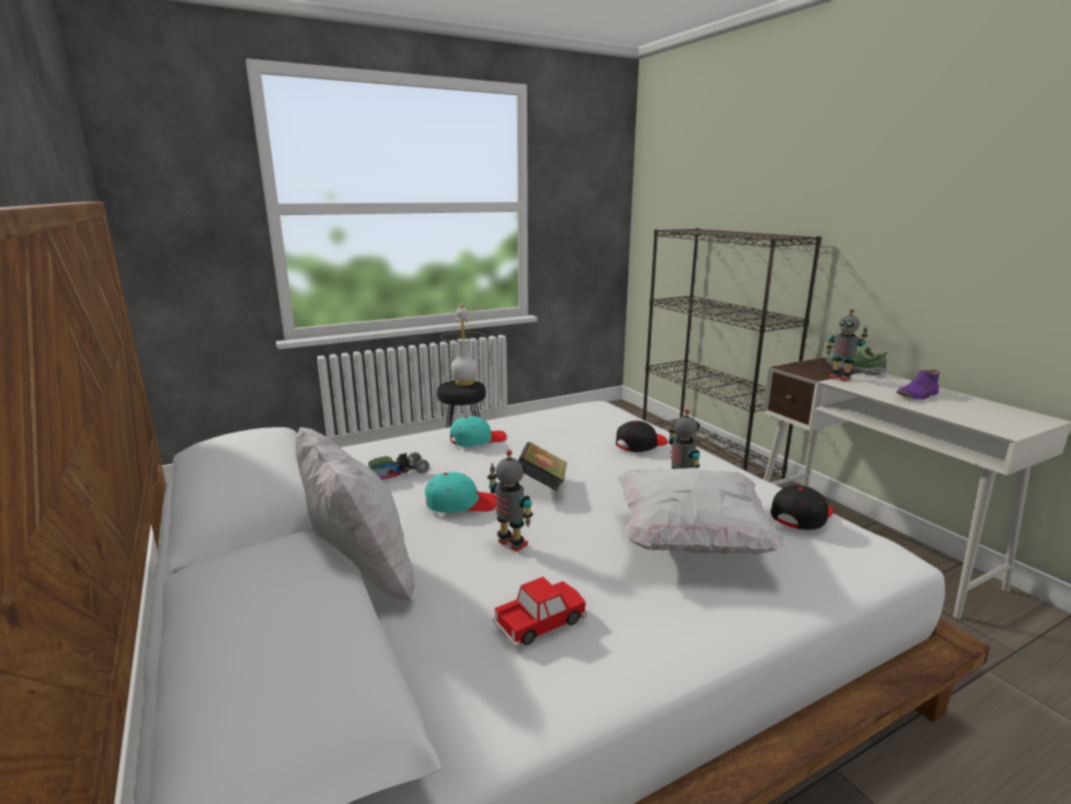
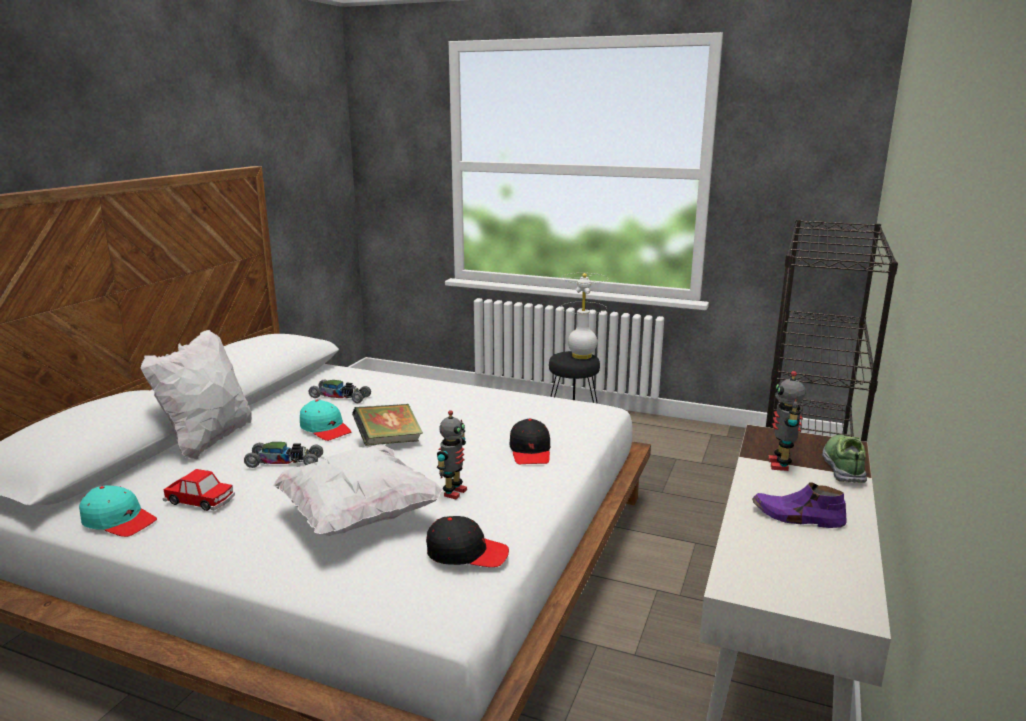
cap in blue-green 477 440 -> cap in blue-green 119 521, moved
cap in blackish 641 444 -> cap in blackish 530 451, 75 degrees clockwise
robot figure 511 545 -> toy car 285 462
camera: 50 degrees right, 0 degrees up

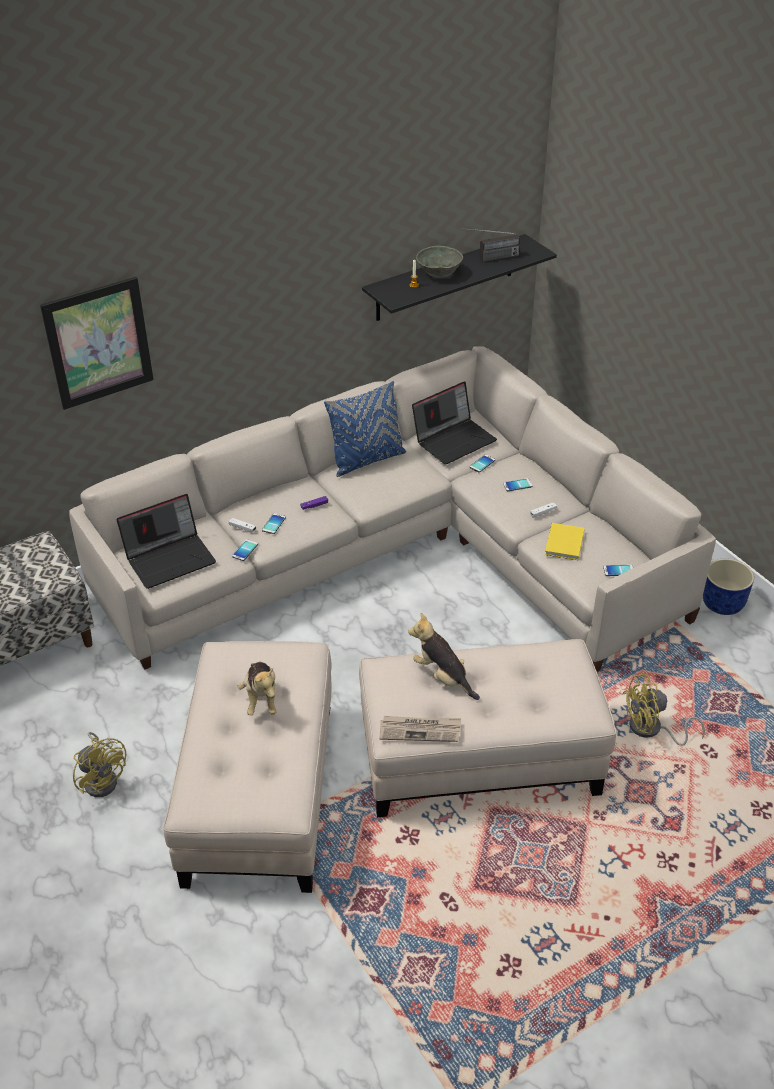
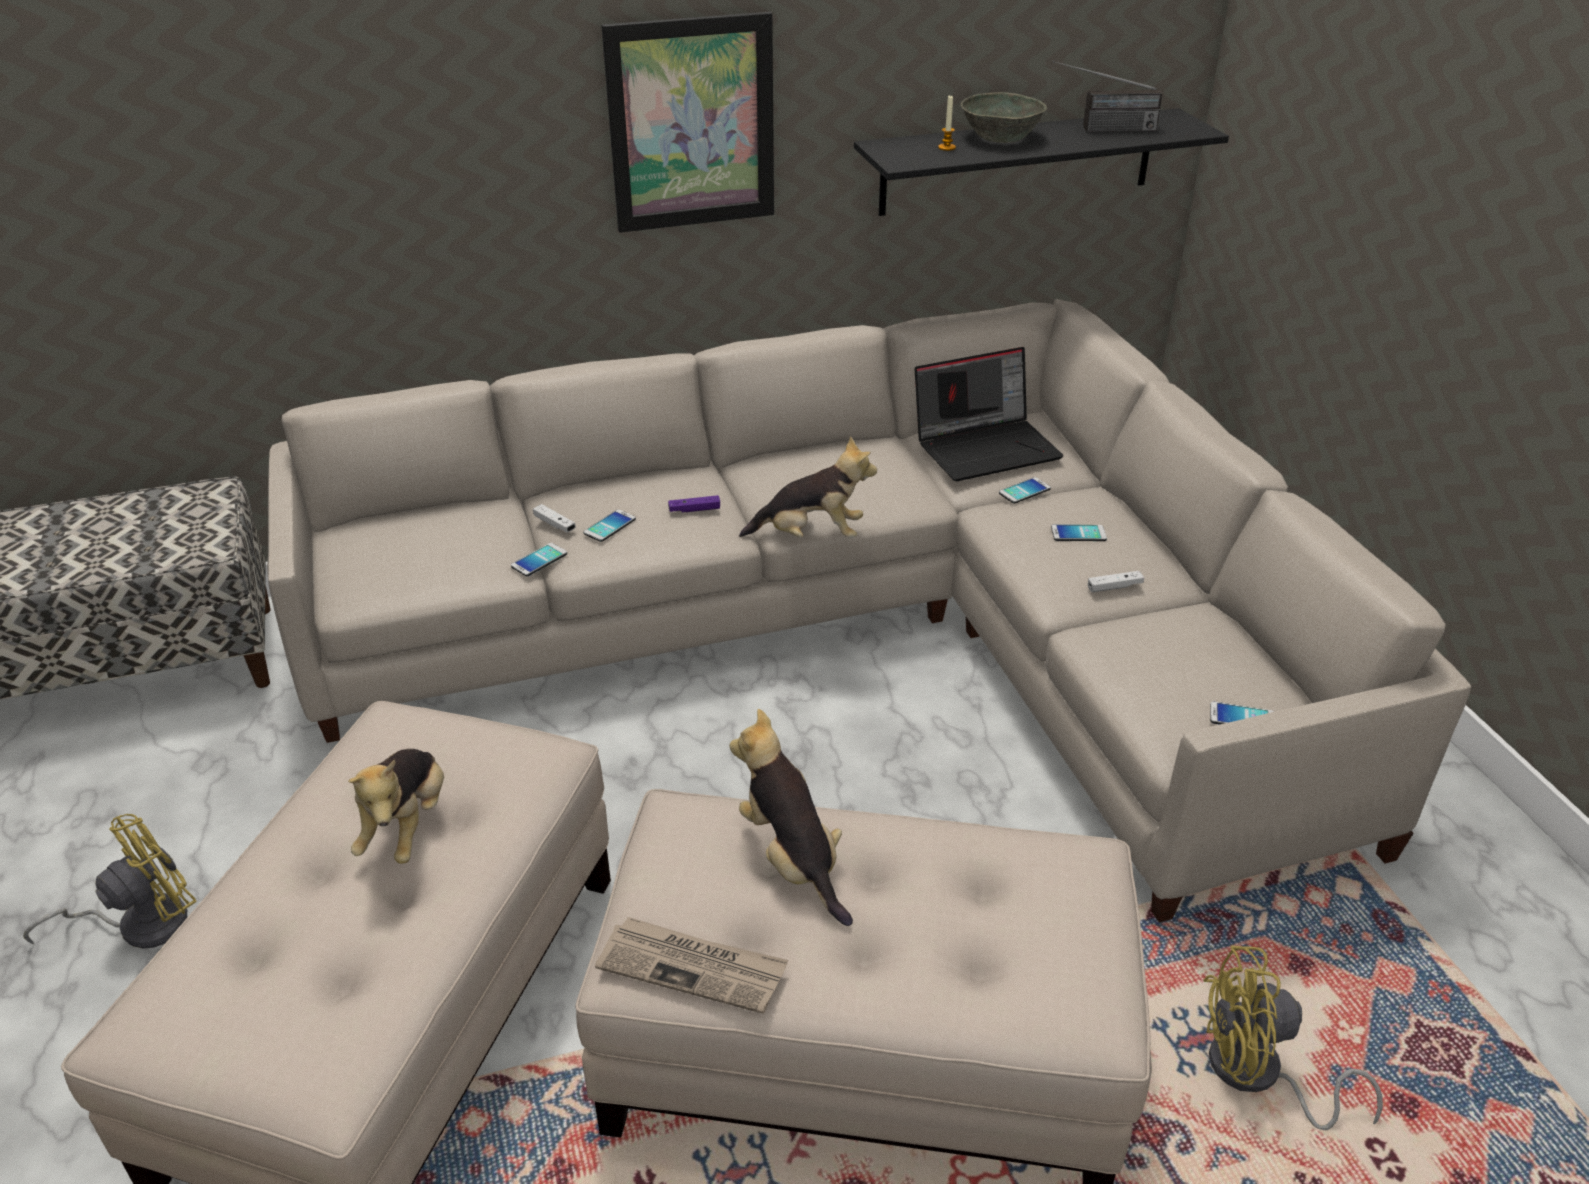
wall picture 98 343 -> wall picture 692 124, moved
cushion in blue-coloured 367 460 -> none
laptop 170 558 -> none
book in yellow-coloured 563 544 -> none
flower pot in blue-coloured 723 603 -> none
electric fan in yellow-coloured 103 778 -> electric fan in yellow-coloured 141 924, 105 degrees counterclockwise
none -> cuddly toy 811 535
camera: 15 degrees right, 5 degrees down

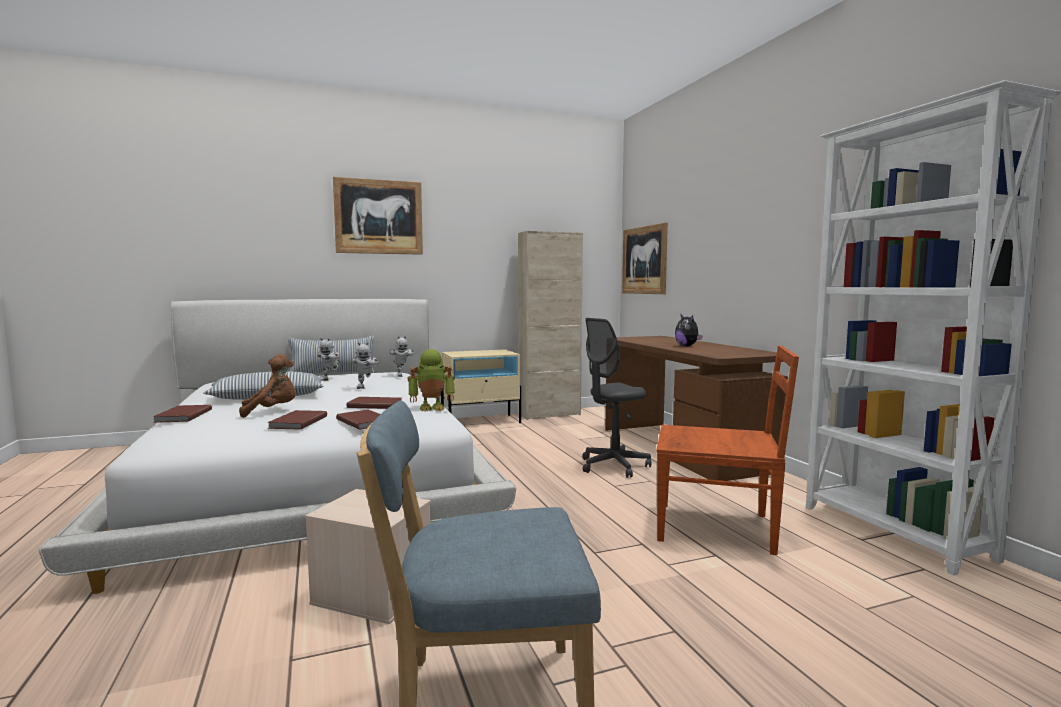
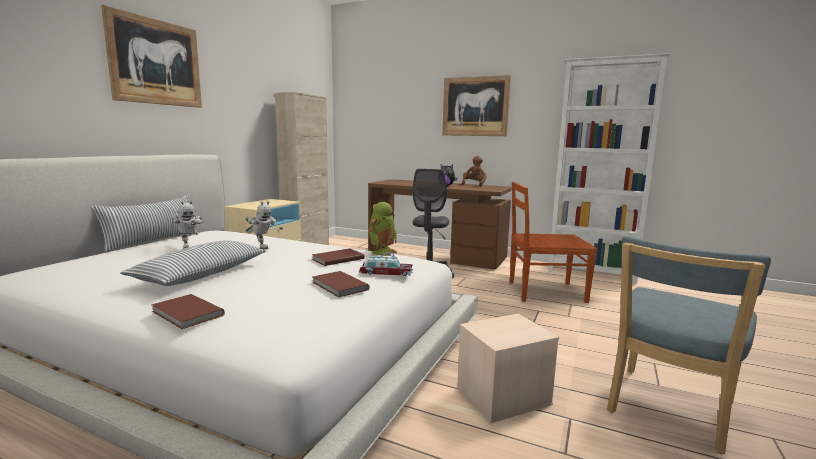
wall picture 644 260 -> wall picture 475 106, moved
robot figure 400 376 -> none
chair in brown-coloured 717 528 -> chair in brown-coloured 544 292, 150 degrees counterclockwise
cuddly toy in brown-coloured 272 411 -> cuddly toy in brown-coloured 474 185, moved
book in brown-coloured 364 421 -> toy car 385 272
camera: 45 degrees left, 5 degrees up

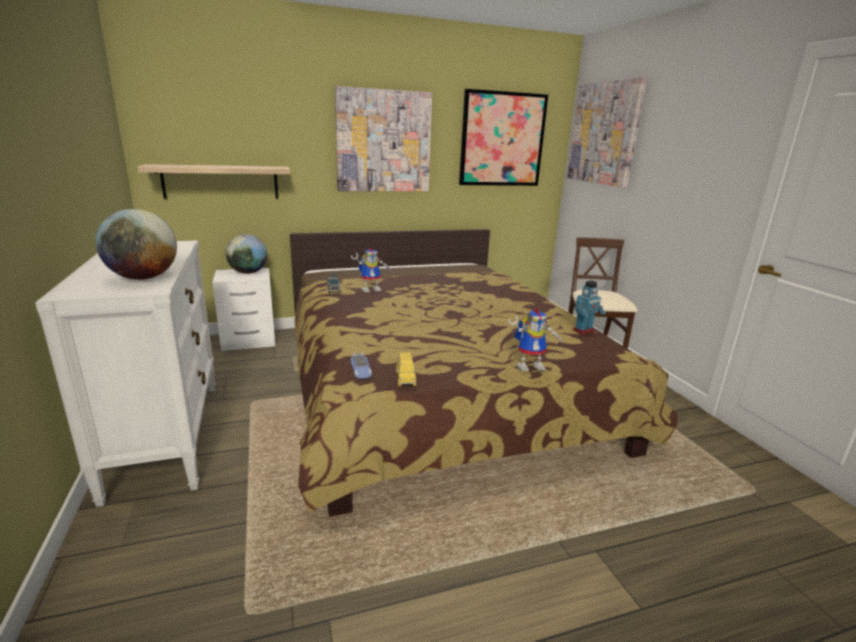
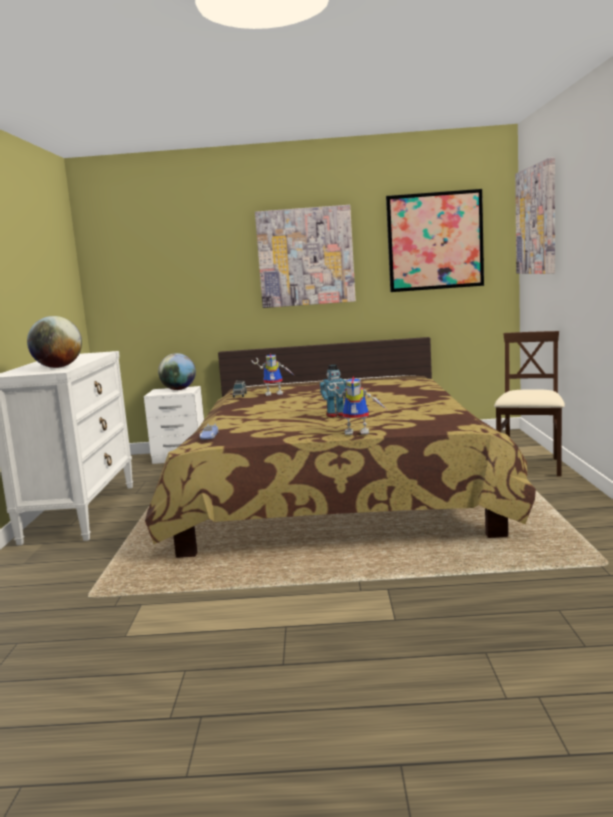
bracket shelf 221 182 -> none
robot figure 584 331 -> robot figure 336 415, moved
toy car in yellow-coloured 405 378 -> none
camera: 20 degrees right, 10 degrees down

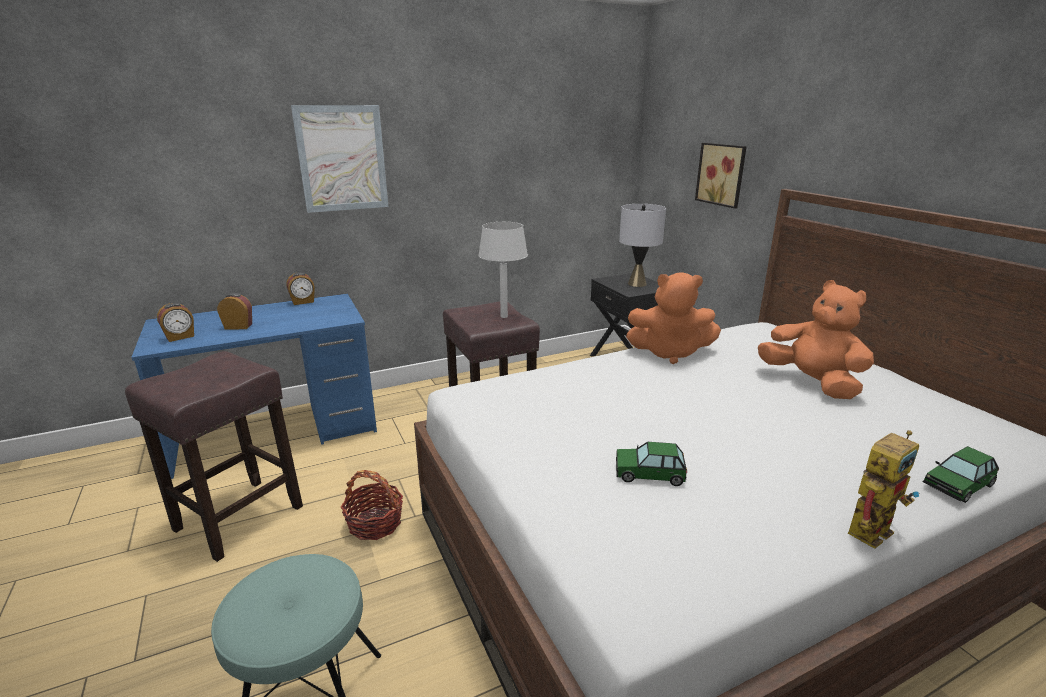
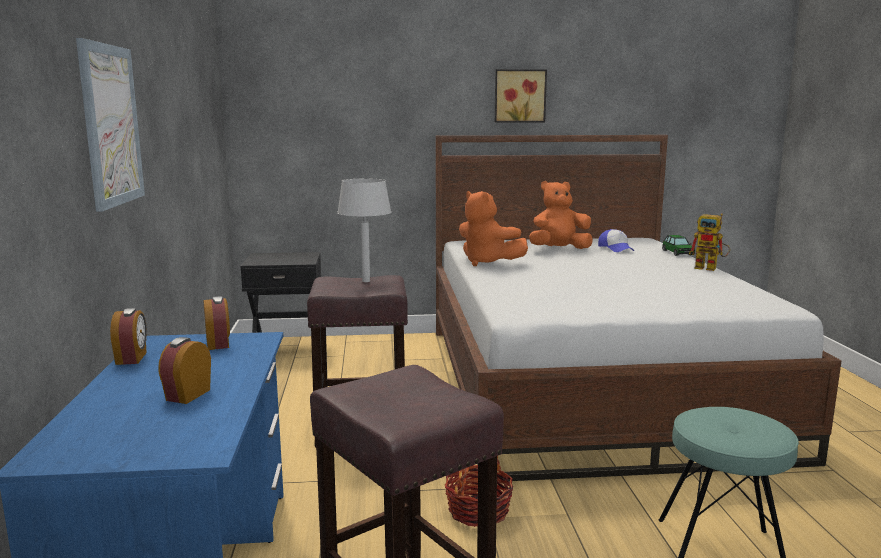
wall picture 722 174 -> wall picture 519 96, moved
lamp for a table in greyish 637 284 -> none
cuddly toy in orange 669 353 -> cuddly toy in orange 487 262, 105 degrees clockwise
bedside clock 180 337 -> bedside clock 218 344, moved
robot figure 870 526 -> robot figure 710 268, 135 degrees clockwise
toy car 649 473 -> none
none -> cap 616 248
camera: 70 degrees left, 10 degrees down

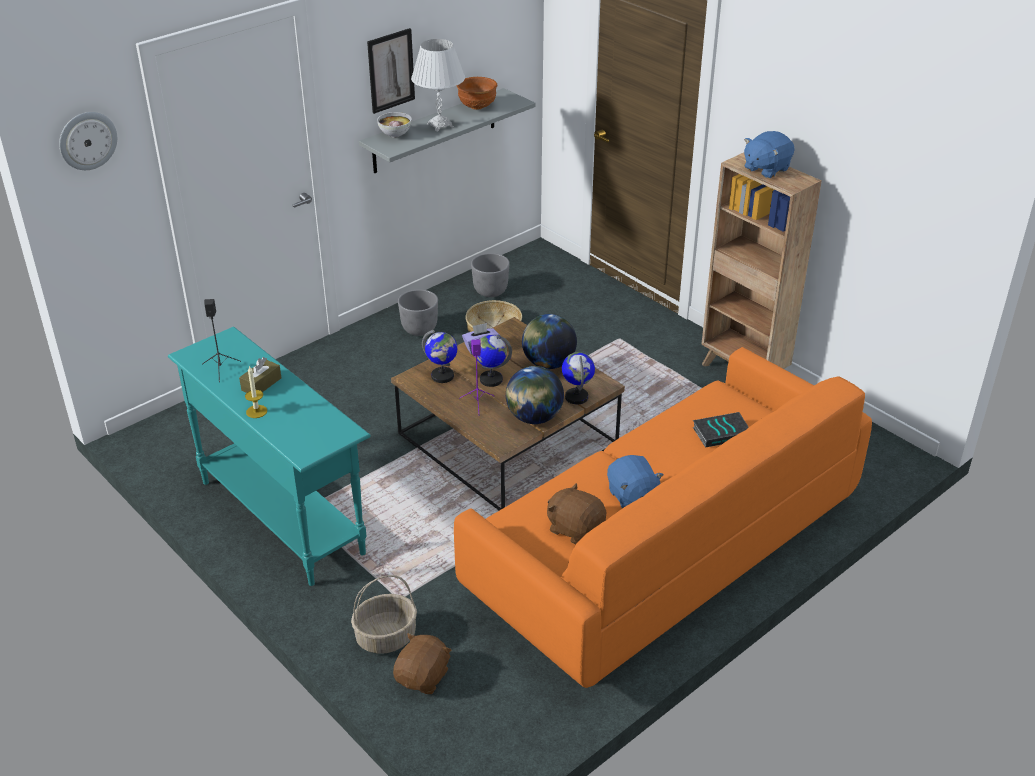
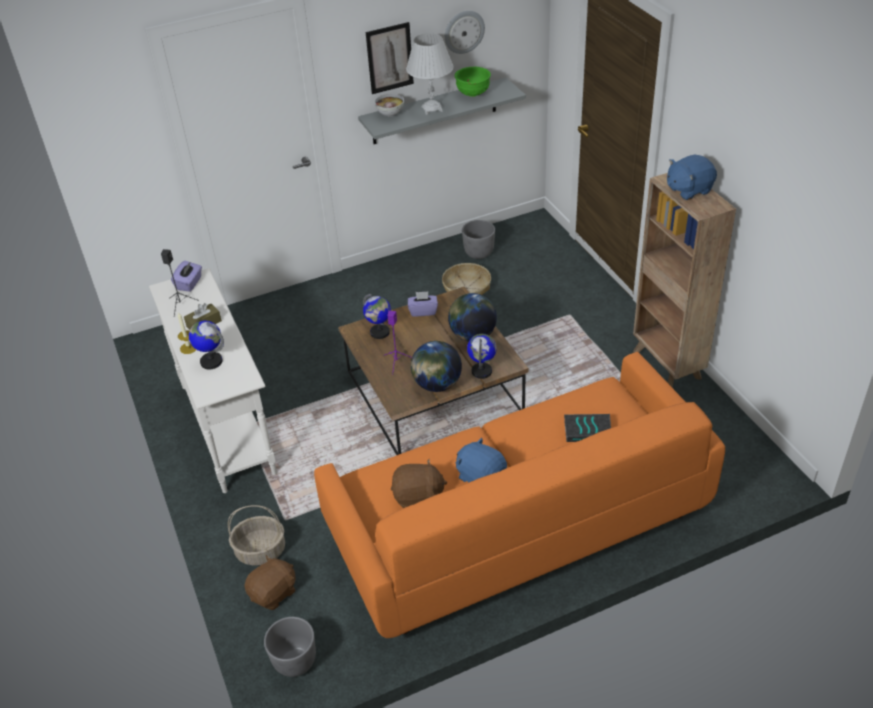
bowl in brown-coloured 477 107 -> bowl in green-coloured 473 94
hanging clock 87 140 -> hanging clock 464 31, moved
flower pot in greyish 419 329 -> flower pot in greyish 295 661, moved
hall table in blue-green 282 516 -> hall table in whitish 228 428
globe 491 379 -> globe 211 361, moved
cuddly toy in blue-coloured 632 496 -> cuddly toy in blue-coloured 481 476, 135 degrees clockwise
cuddly toy in brown-coloured 575 528 -> cuddly toy in brown-coloured 418 496, 120 degrees clockwise
none -> tissue box in purplish 189 283
camera: 20 degrees right, 5 degrees up

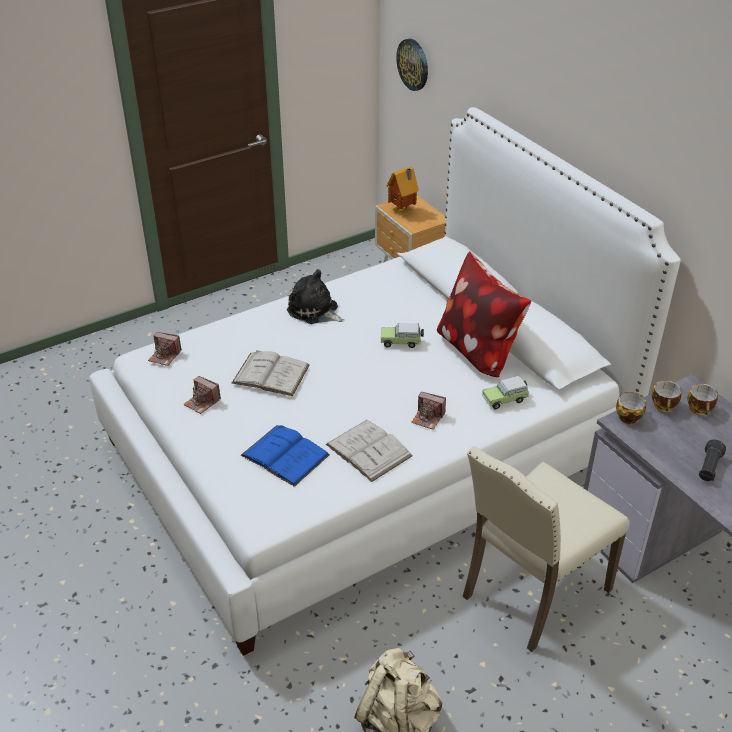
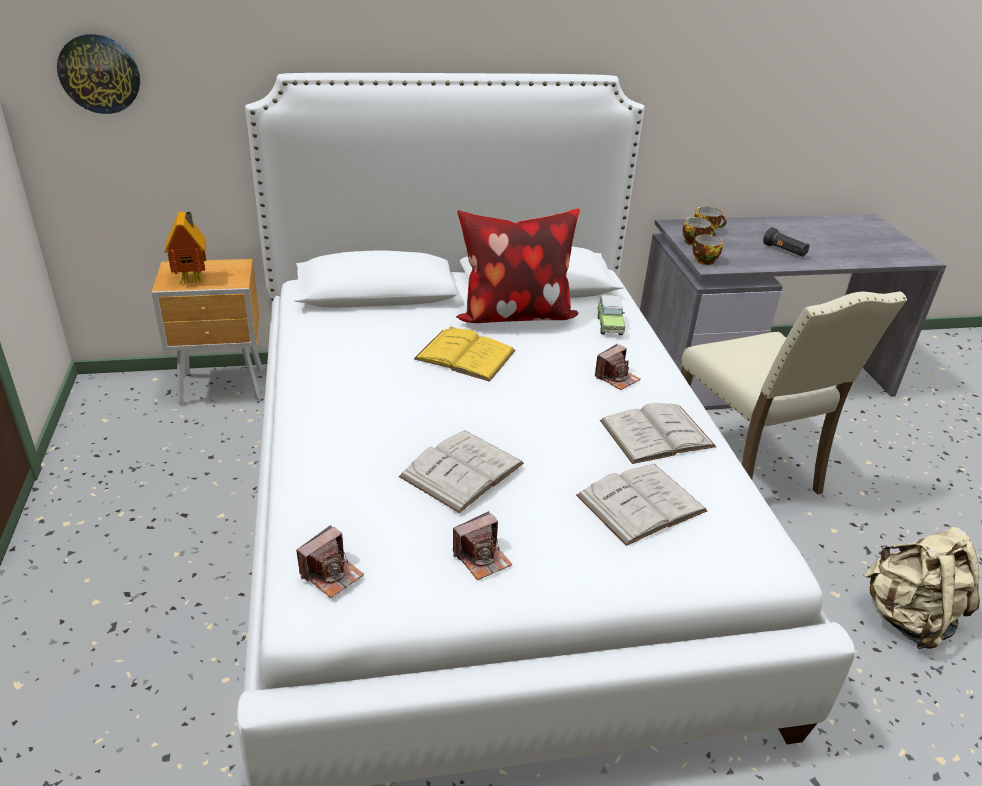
cuddly toy 314 311 -> none
toy car 402 342 -> book in yellow-coloured 465 355
book in blue-coloured 285 455 -> book in whitish 641 503
camera: 70 degrees left, 5 degrees down

